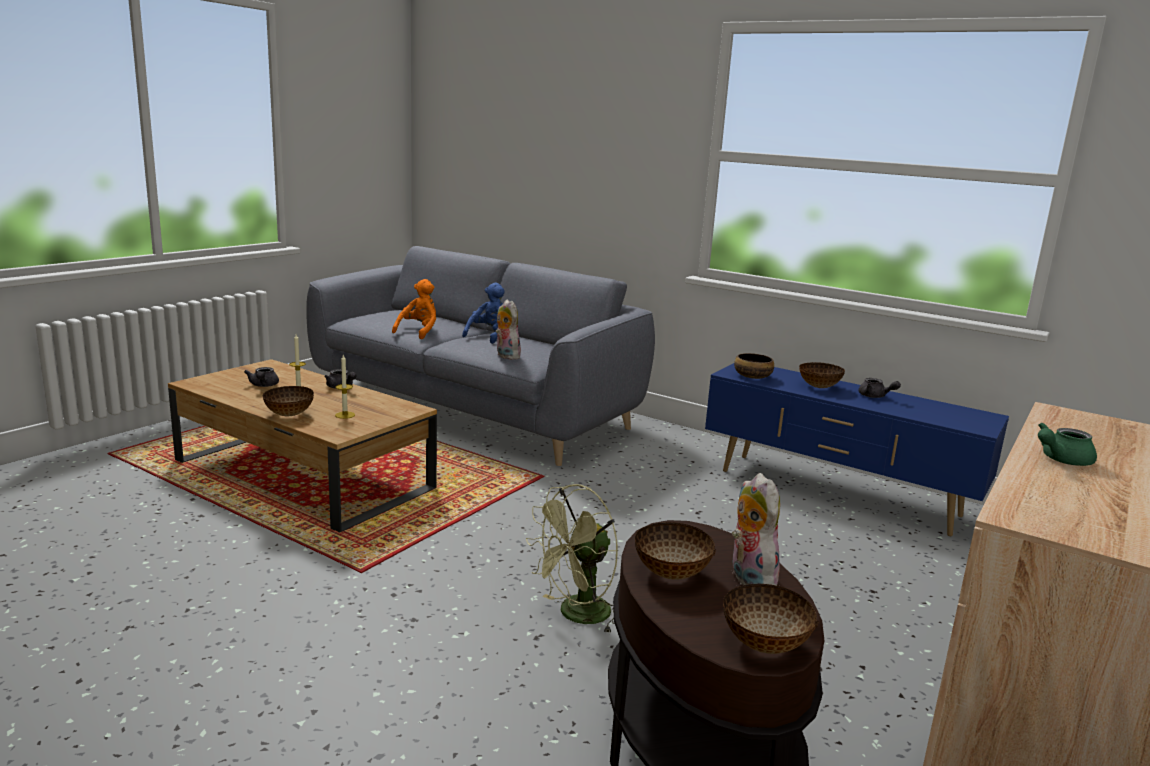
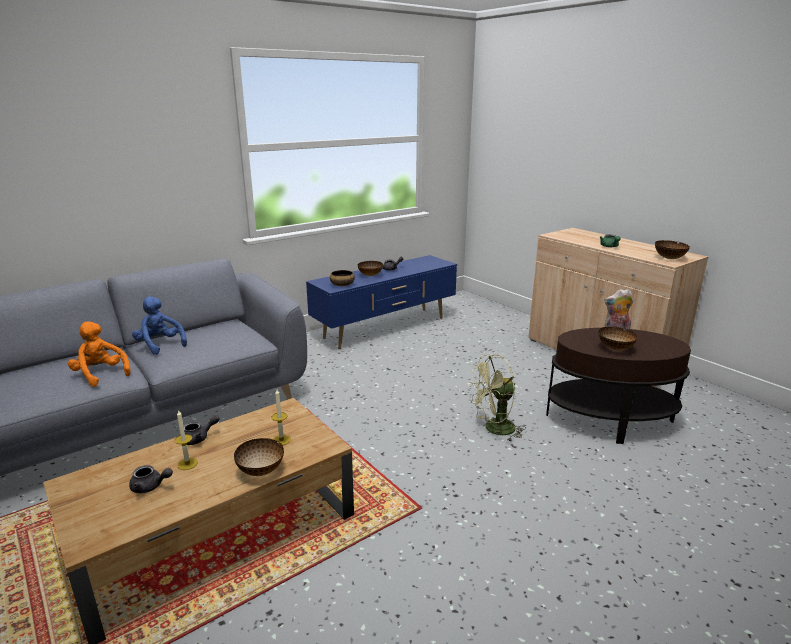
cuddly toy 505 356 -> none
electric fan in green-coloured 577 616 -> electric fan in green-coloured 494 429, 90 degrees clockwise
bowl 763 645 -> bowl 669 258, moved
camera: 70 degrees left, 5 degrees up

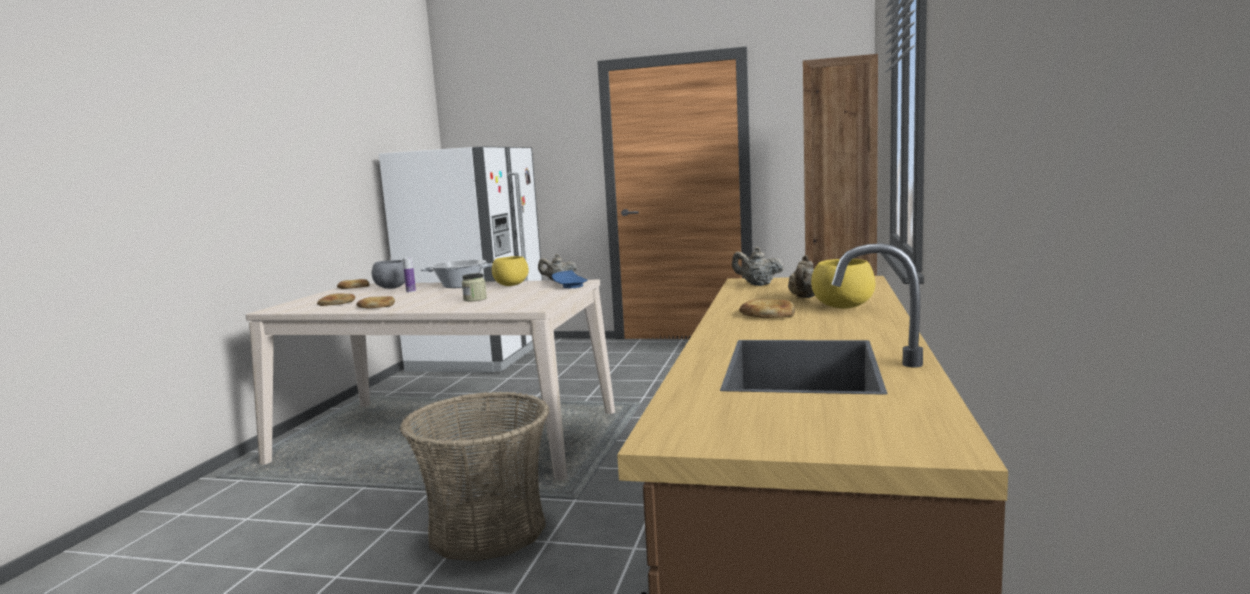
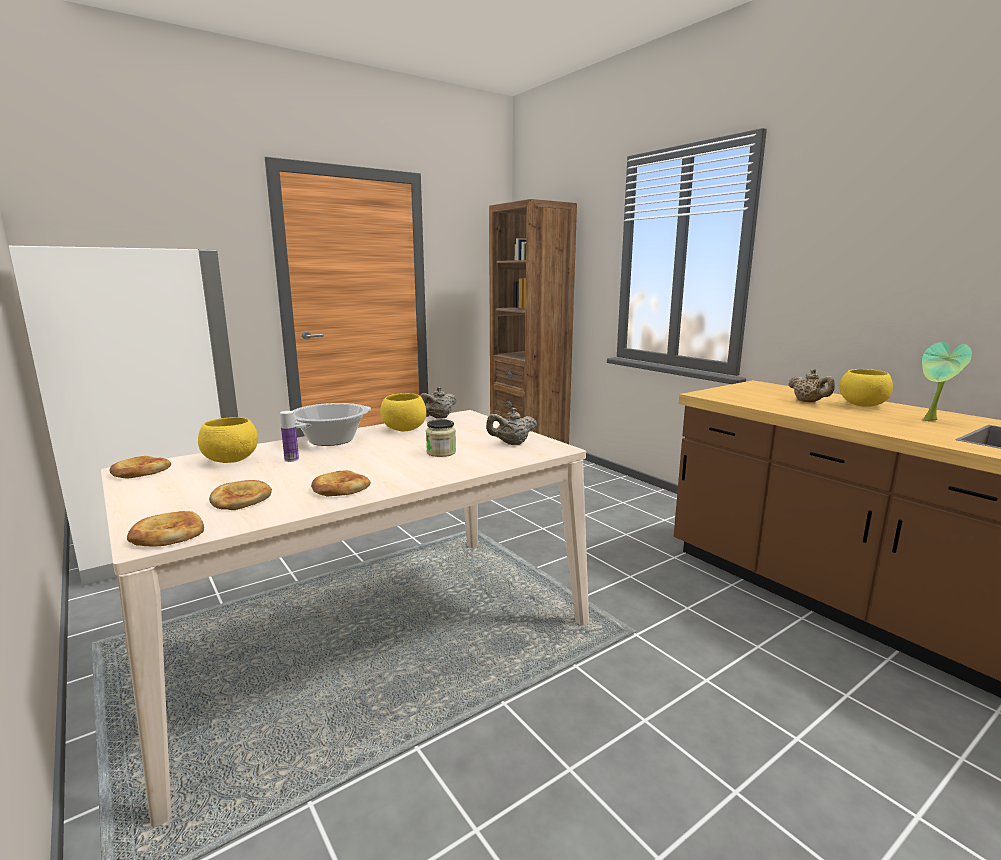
pot for tea in beige 757 284 -> pot for tea in beige 512 444, moved
bowl in greyish 391 288 -> bowl in yellow-coloured 231 461
dinner plate in blue-coloured 571 286 -> none
bread 767 314 -> bread 167 534, moved
storage basket 486 529 -> none
none -> plant in a pot 932 421
camera: 50 degrees left, 5 degrees up

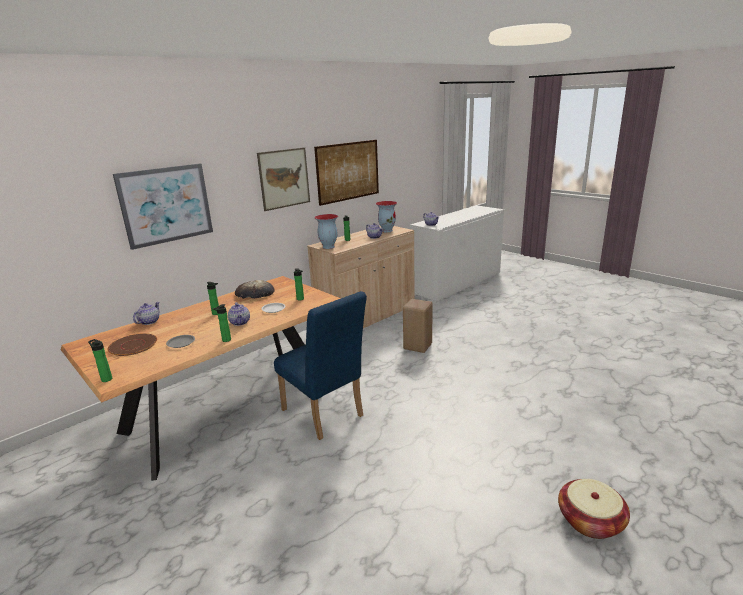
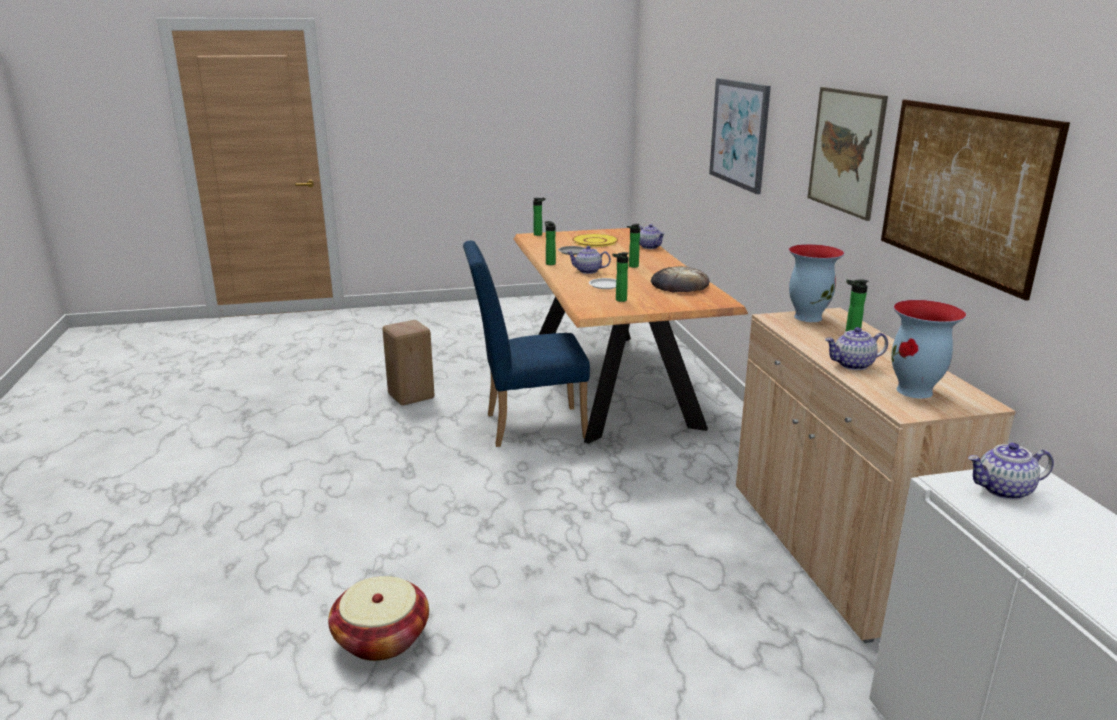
sitting stool in beige 416 346 -> sitting stool in beige 411 395, moved
dinner plate in brown-coloured 133 345 -> dinner plate in yellow-coloured 595 241
storage basket 590 521 -> storage basket 382 638, moved
camera: 120 degrees right, 0 degrees up

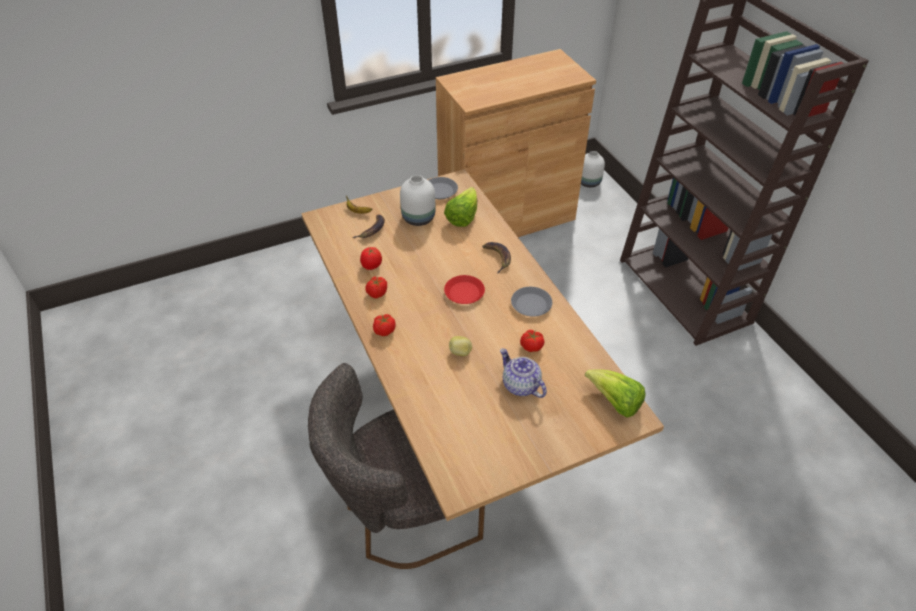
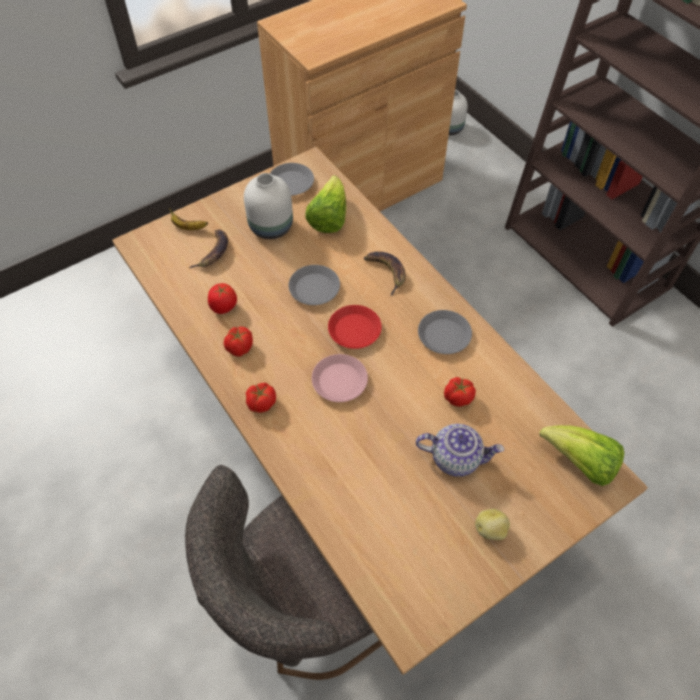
potato 460 352 -> potato 490 530, moved
pot for tea 520 385 -> pot for tea 456 457, 150 degrees clockwise
none -> dinner plate in greyish 314 288
none -> dinner plate in pinkish 339 381
camera: 10 degrees left, 10 degrees up

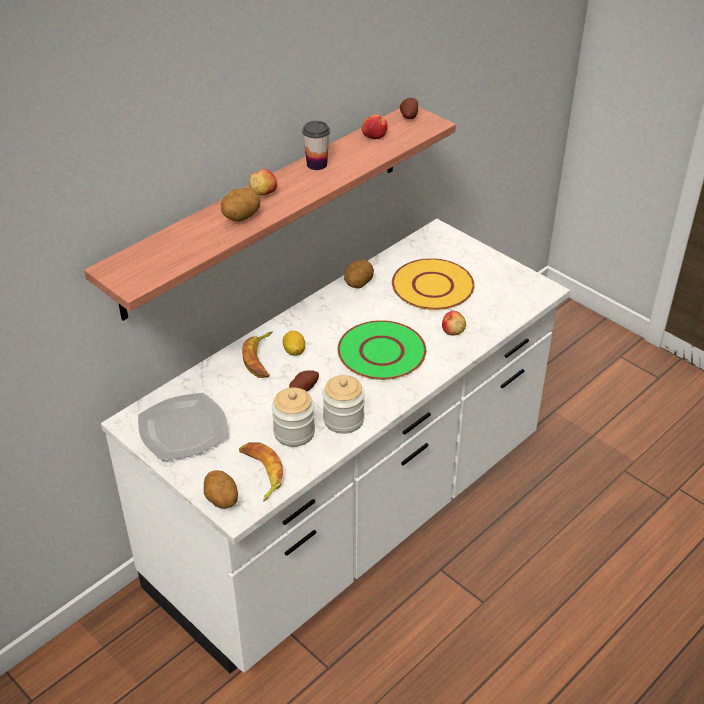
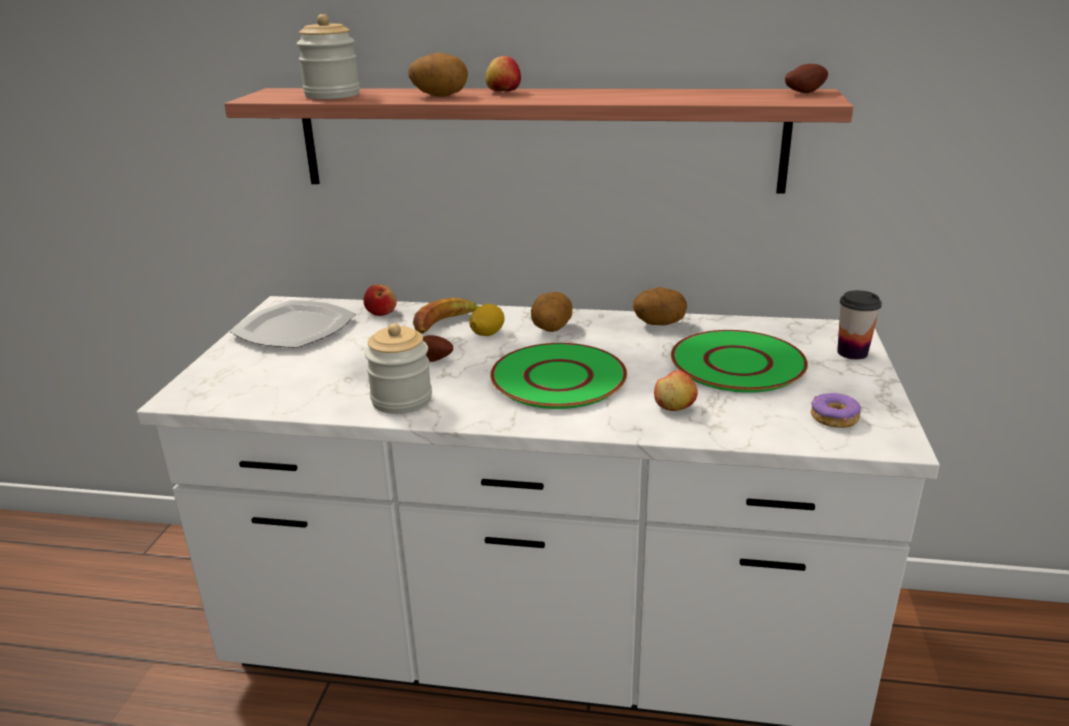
apple fruit 374 136 -> apple fruit 381 312, moved
cup 317 164 -> cup 852 353, moved
dinner plate in yellow-coloured 432 286 -> dinner plate in green-coloured 738 363
storage jar 294 432 -> storage jar 332 95, moved
banana fruit 260 473 -> none
potato 221 500 -> potato 551 329, moved
none -> donut 834 418
camera: 55 degrees right, 15 degrees down

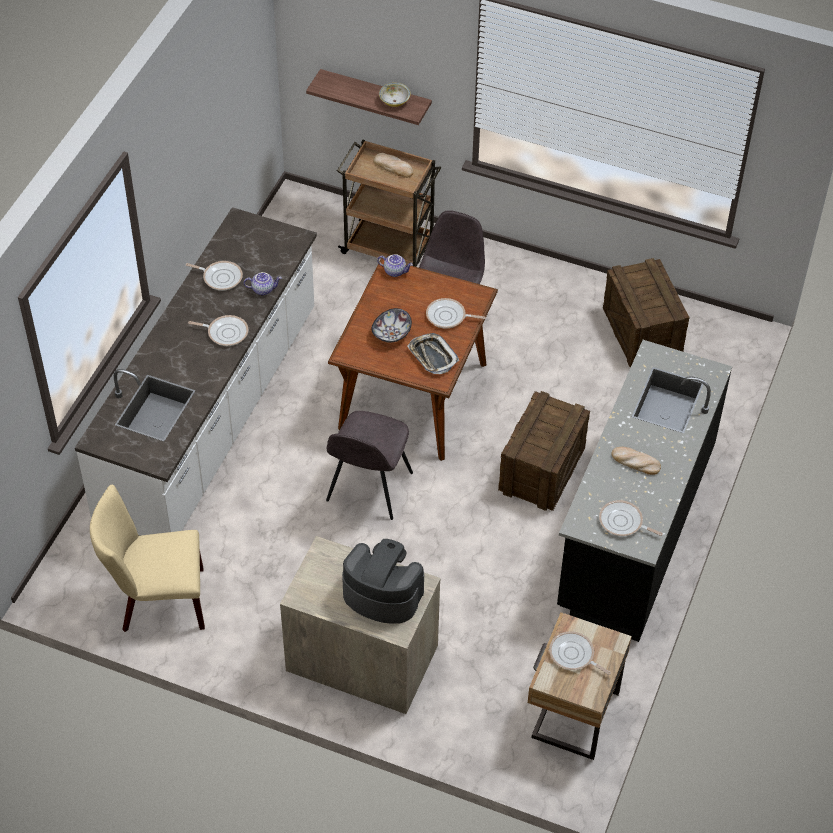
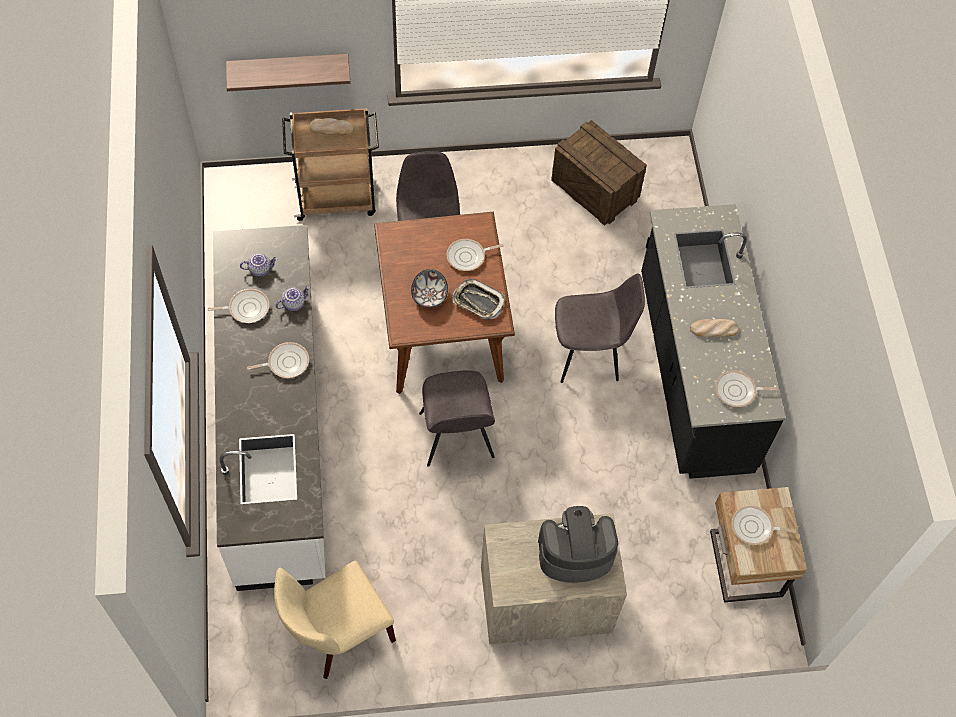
bowl 394 101 -> none
pot for tea 395 271 -> pot for tea 260 269, moved
shipping crate 541 470 -> chair in greyish 589 353
camera: 30 degrees left, 10 degrees up

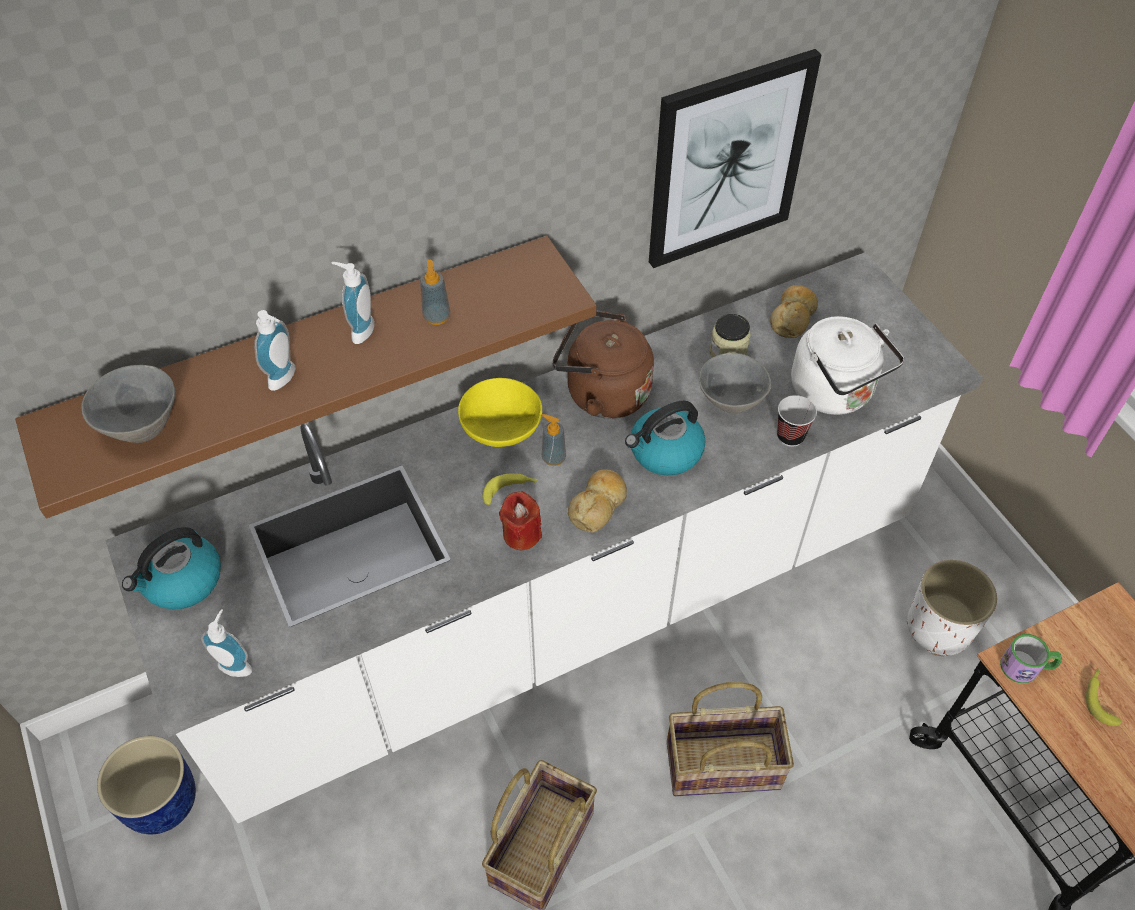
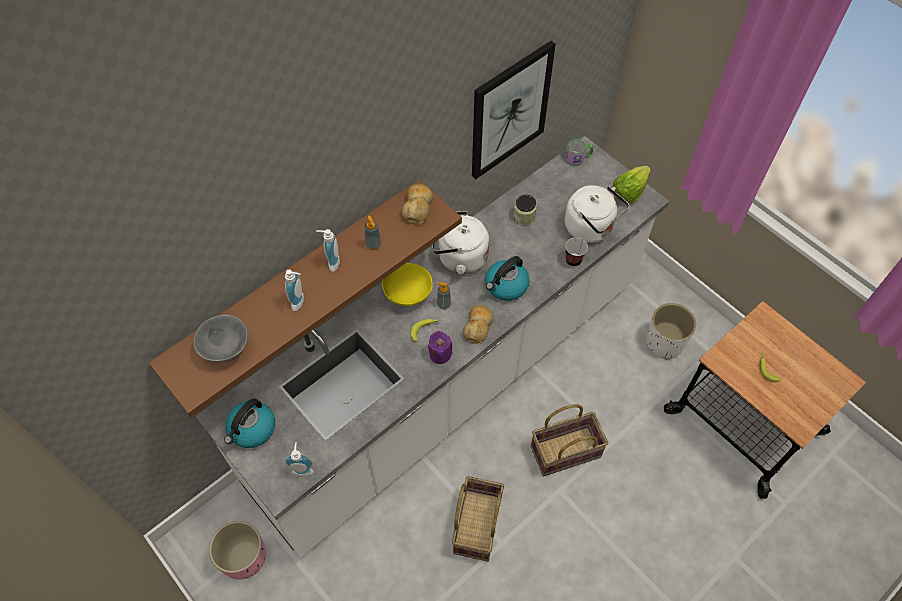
bread 793 317 -> bread 417 207, moved
tea kettle in brown-coloured 602 392 -> tea kettle in whitish 459 257
bowl in greyish 731 399 -> none
wax light in red-coloured 521 534 -> wax light in purplish 440 354
mug 1026 667 -> mug 578 158, moved
flower pot in blue-coloured 161 800 -> flower pot in pinkish 244 557
none -> lettuce head 628 192
camera: 15 degrees left, 5 degrees up

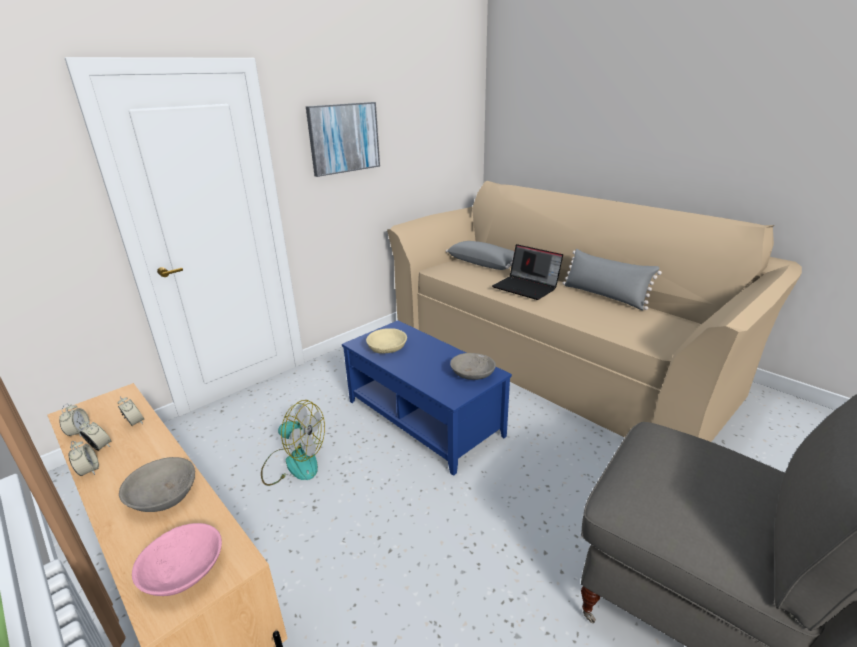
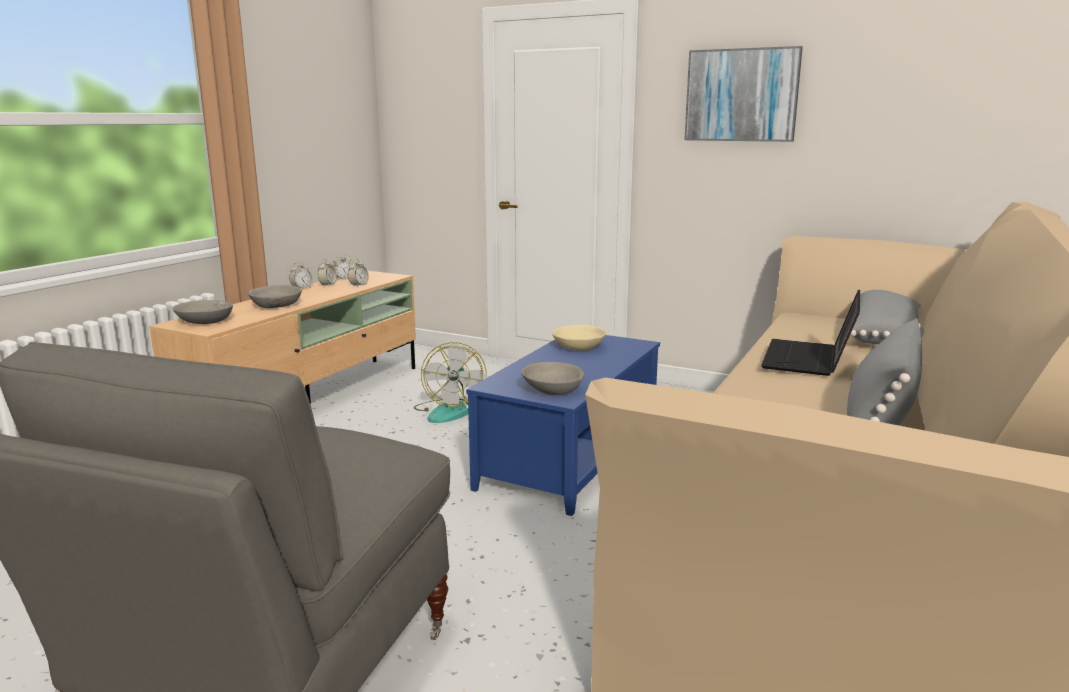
bowl in pinkish 184 571 -> bowl in greyish 204 321
camera: 70 degrees right, 10 degrees down

